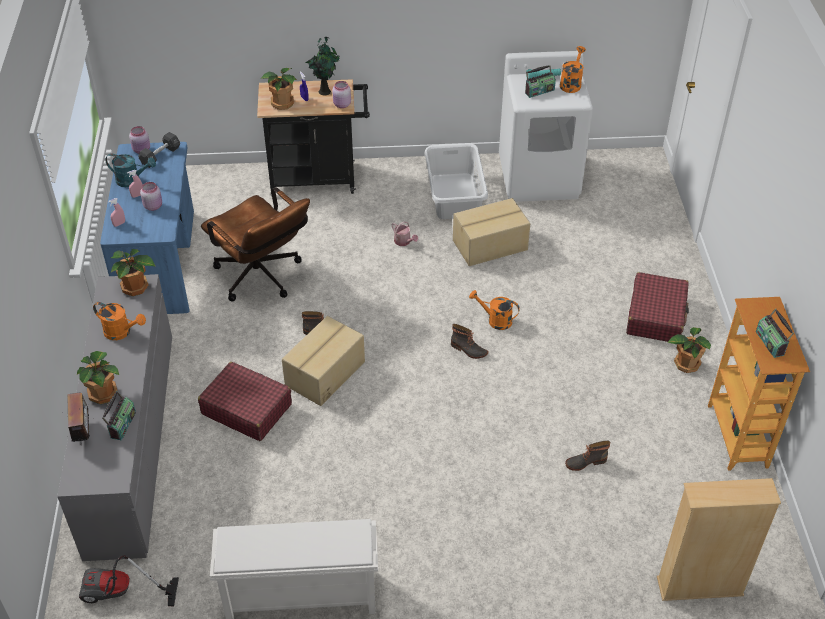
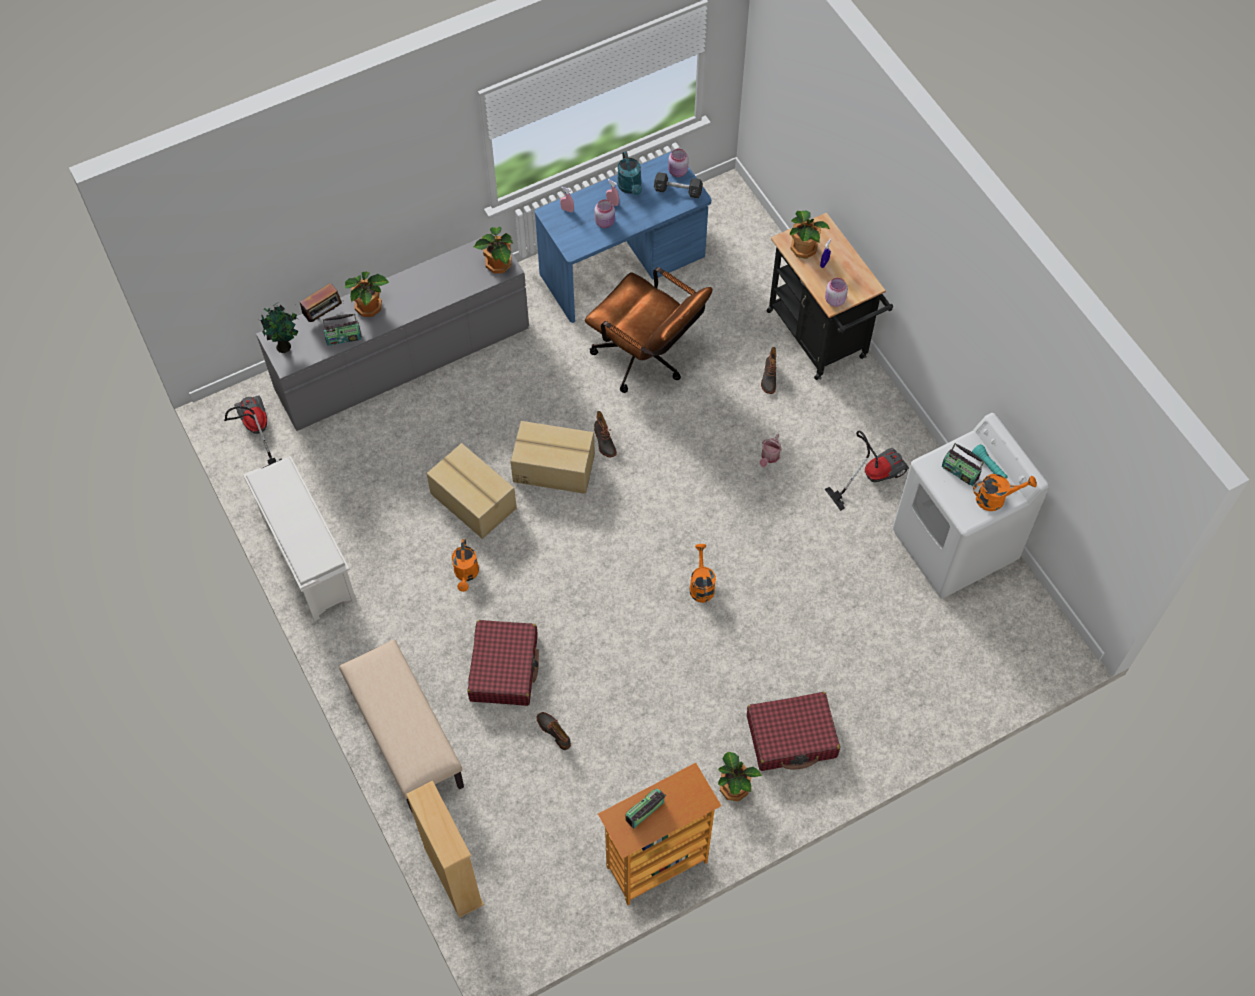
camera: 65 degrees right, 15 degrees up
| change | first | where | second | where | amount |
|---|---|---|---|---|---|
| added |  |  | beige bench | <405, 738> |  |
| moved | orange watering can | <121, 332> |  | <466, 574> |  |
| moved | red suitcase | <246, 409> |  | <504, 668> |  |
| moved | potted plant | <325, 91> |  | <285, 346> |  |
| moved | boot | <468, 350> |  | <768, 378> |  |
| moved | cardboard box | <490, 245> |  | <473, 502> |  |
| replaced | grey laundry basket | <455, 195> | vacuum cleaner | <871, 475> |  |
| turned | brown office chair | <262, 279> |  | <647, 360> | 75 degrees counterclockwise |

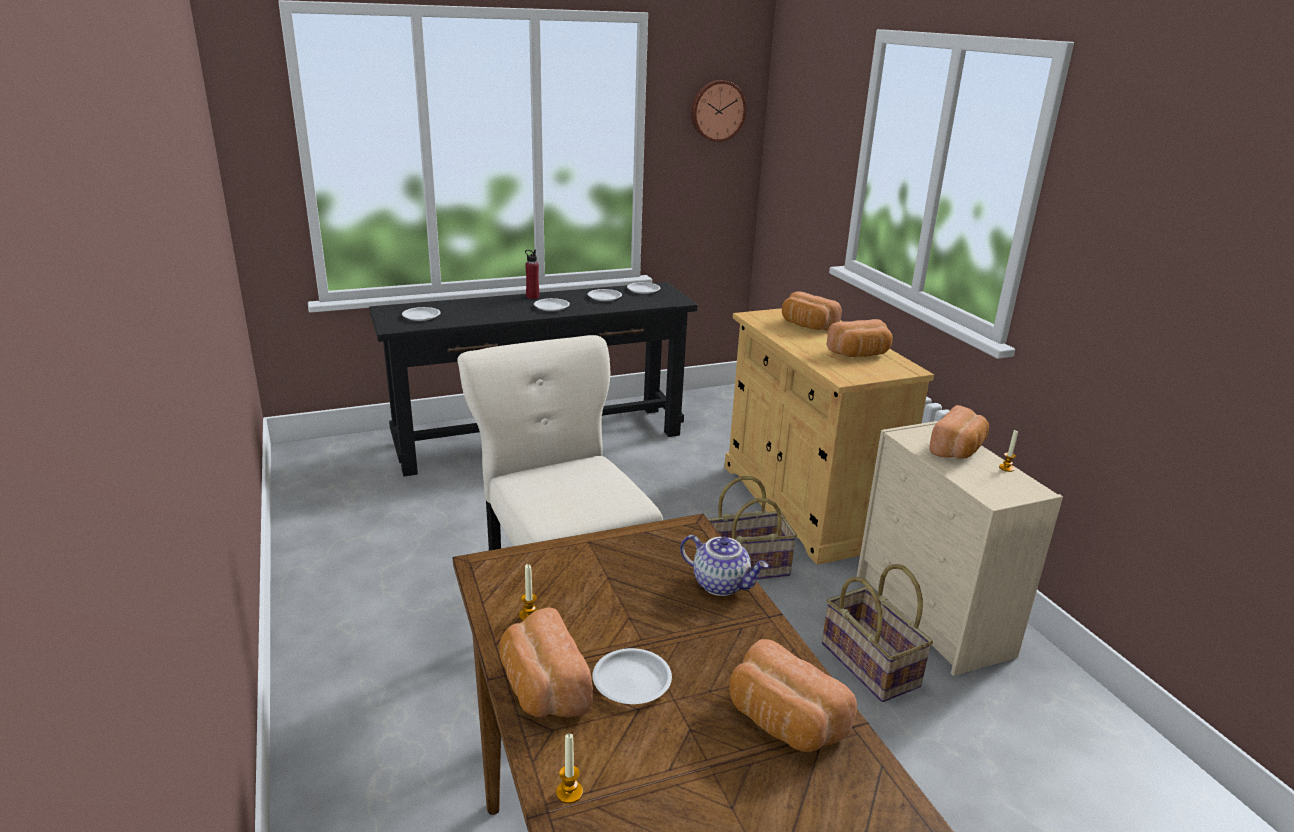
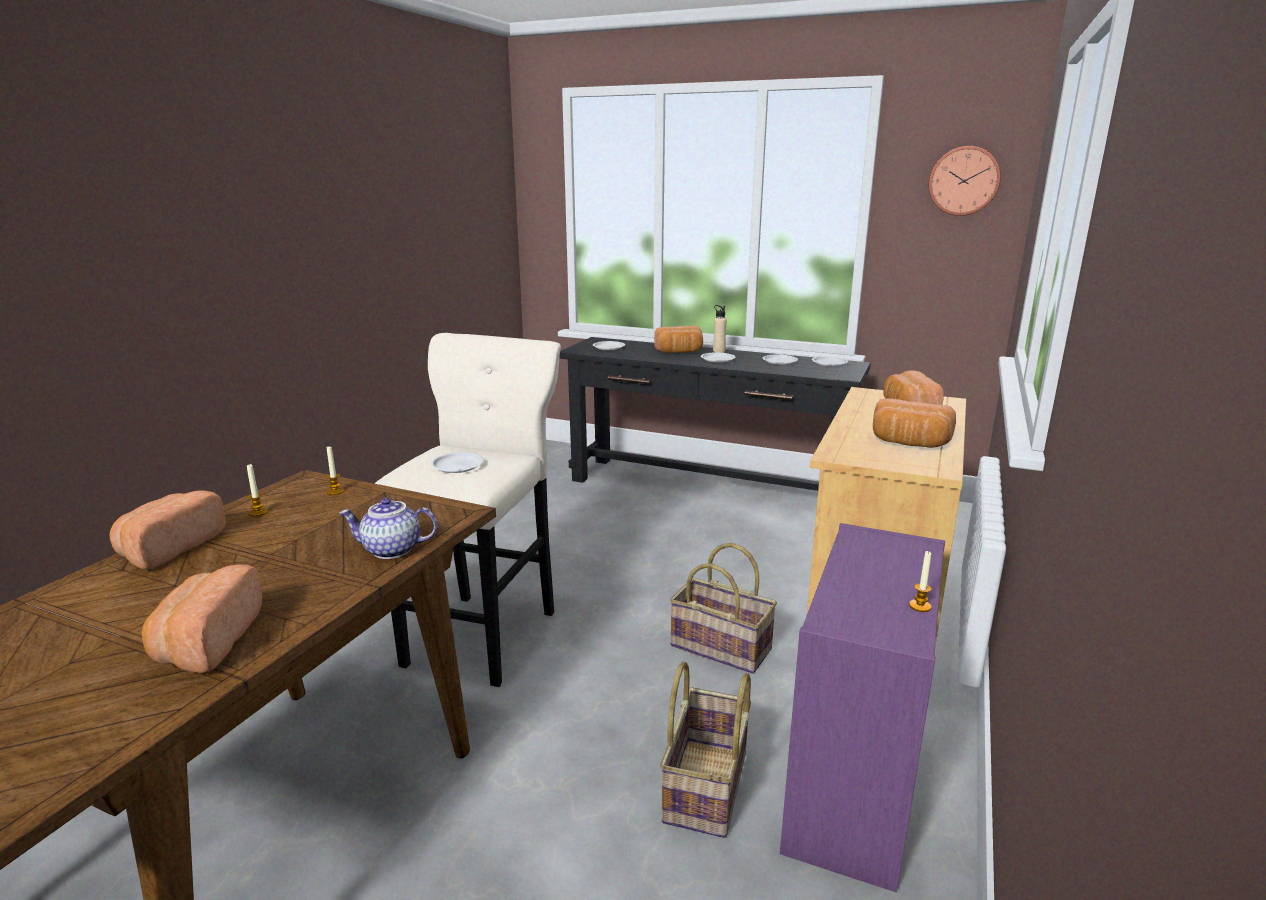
camera: 45 degrees right, 5 degrees down
| change | first | where | second | where | amount |
|---|---|---|---|---|---|
| moved | candle | <569, 792> |  | <335, 491> |  |
| moved | white plate | <631, 681> |  | <457, 466> |  |
| moved | bread | <958, 450> |  | <679, 352> |  |
| recoloured | red bottle | <532, 297> | beige bottle | <719, 351> |  |
| recoloured | beige dresser | <933, 617> | purple dresser | <853, 791> |  |
| turned | teapot | <721, 584> |  | <391, 550> | 105 degrees clockwise |

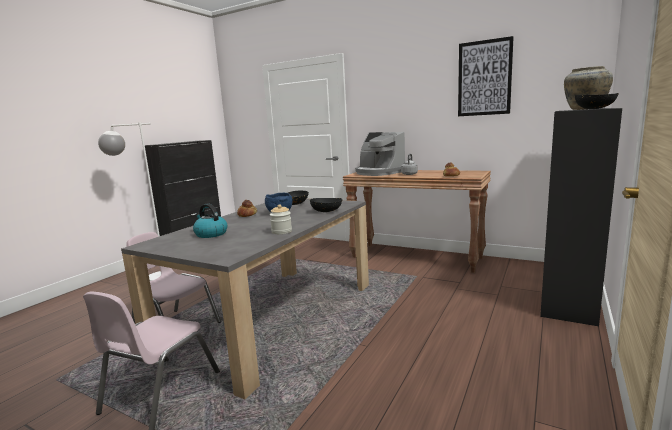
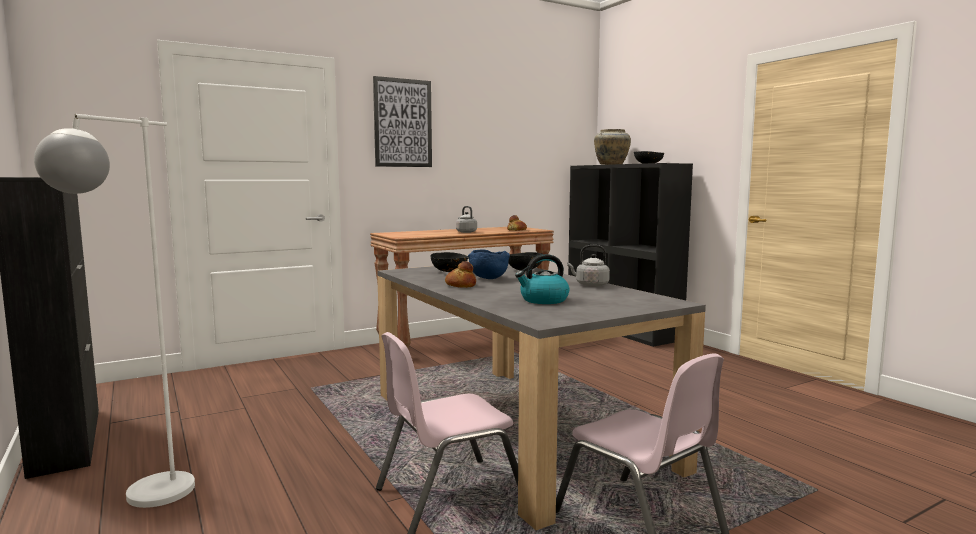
camera: 60 degrees left, 5 degrees down
| change | first | where | second | where | amount |
|---|---|---|---|---|---|
| removed | coffee machine | <378, 172> |  |  |  |
| moved | picture | <484, 78> |  | <403, 123> |  |
| replaced | jar | <281, 231> | grey kettle | <590, 285> |  |

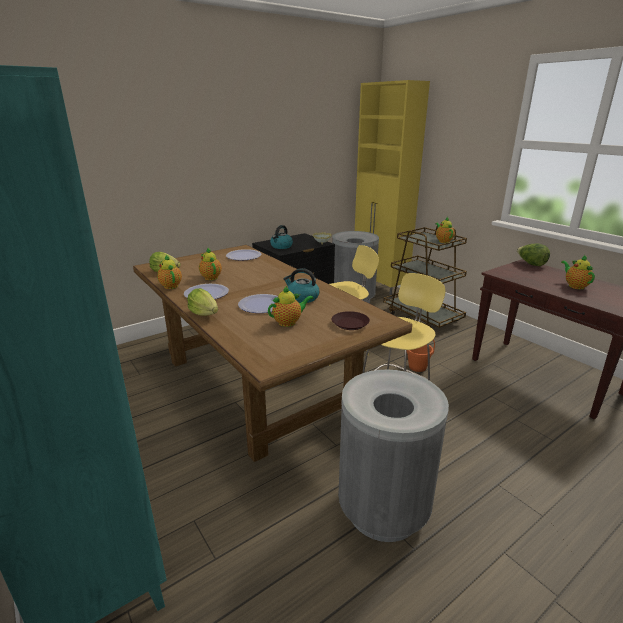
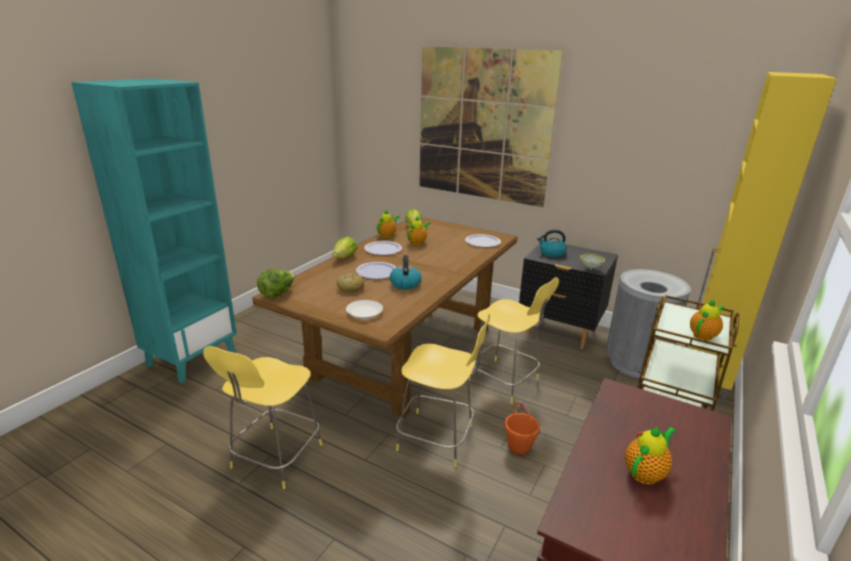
camera: 65 degrees right, 0 degrees up
| change | first | where | second | where | amount |
|---|---|---|---|---|---|
| added |  |  | picture | <483, 126> |  |
| moved | lettuce | <530, 264> |  | <277, 293> |  |
| replaced | teapot | <289, 322> | bread | <350, 288> |  |
| replaced | grey trash can | <383, 510> | yellow stool | <275, 458> |  |
| recoloured | brown plate | <350, 324> | white plate | <364, 312> |  |

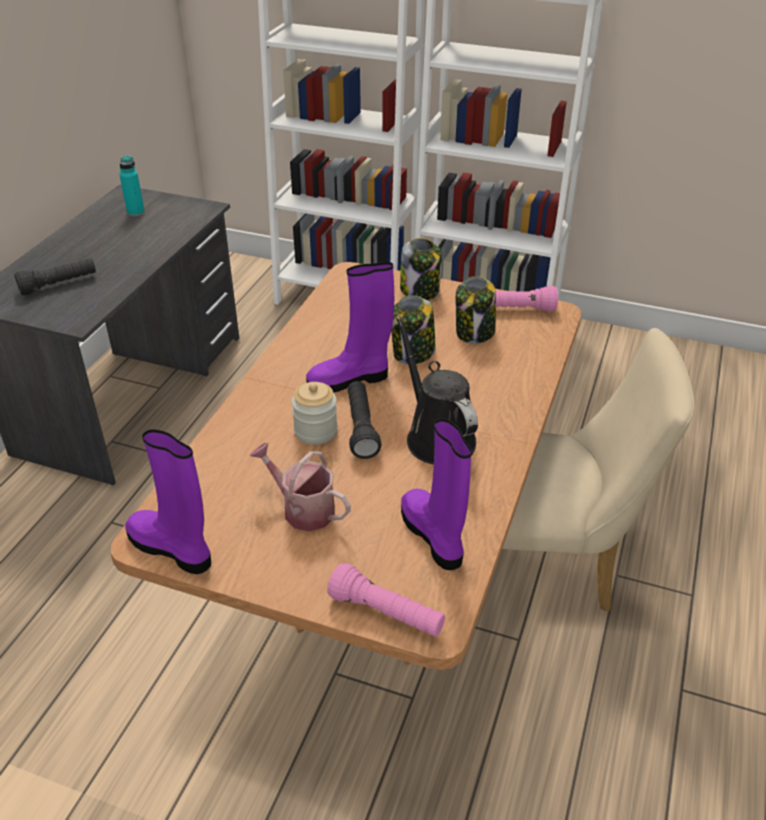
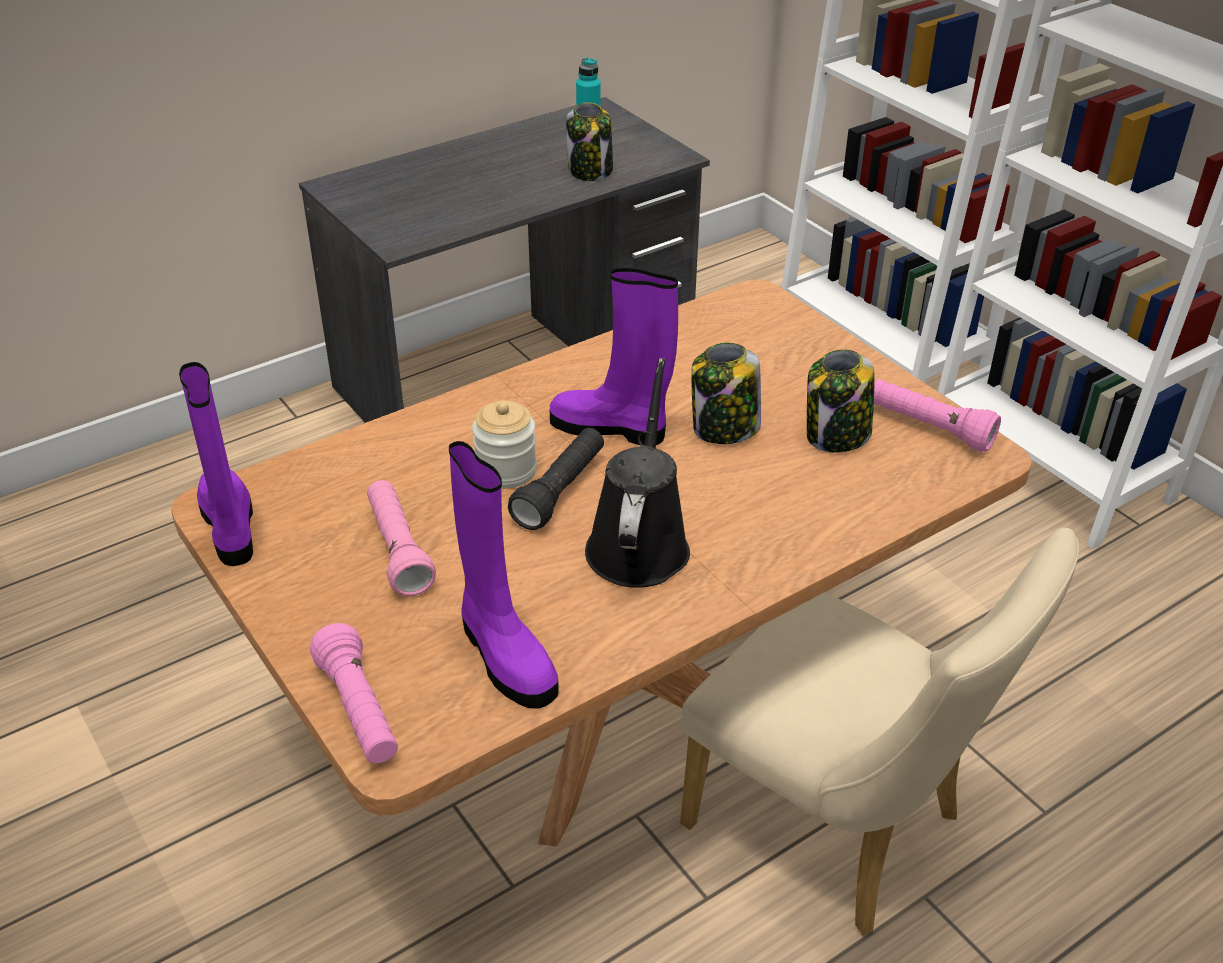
camera: 35 degrees right, 0 degrees up
| change | first | where | second | where | amount |
|---|---|---|---|---|---|
| removed | black flashlight | <59, 285> |  |  |  |
| moved | jar | <420, 290> |  | <590, 171> |  |
| replaced | watering can | <303, 508> | pink flashlight | <398, 550> |  |
| turned | purple boot | <434, 536> |  | <504, 656> | 135 degrees clockwise |

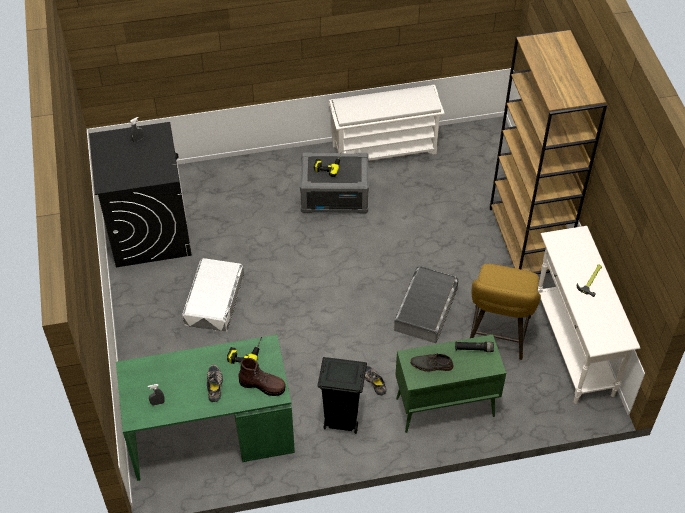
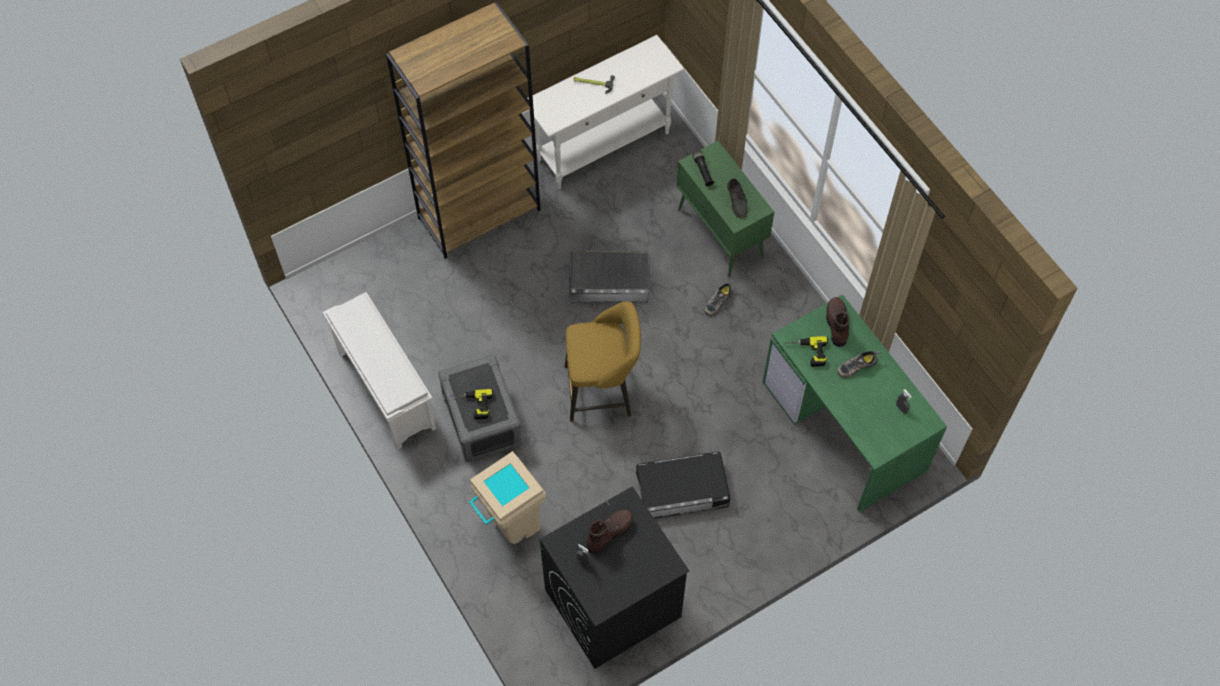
camera: 110 degrees left, 10 degrees up
| change | first | where | second | where | amount |
|---|---|---|---|---|---|
| removed | black trash can | <341, 420> |  |  |  |
| added |  |  | beige trash can | <510, 526> |  |
| added |  |  | brown boot | <609, 533> |  |
| moved | yellow stool | <497, 336> |  | <602, 390> |  |
| recoloured | white storage box | <214, 299> | black storage box | <682, 489> |  |

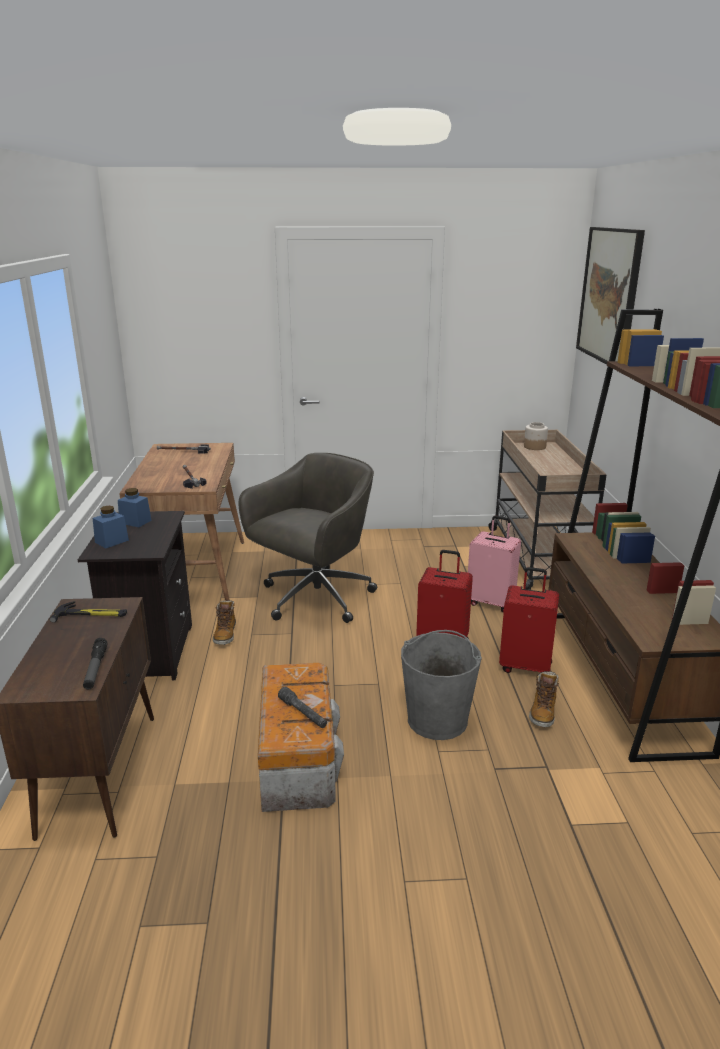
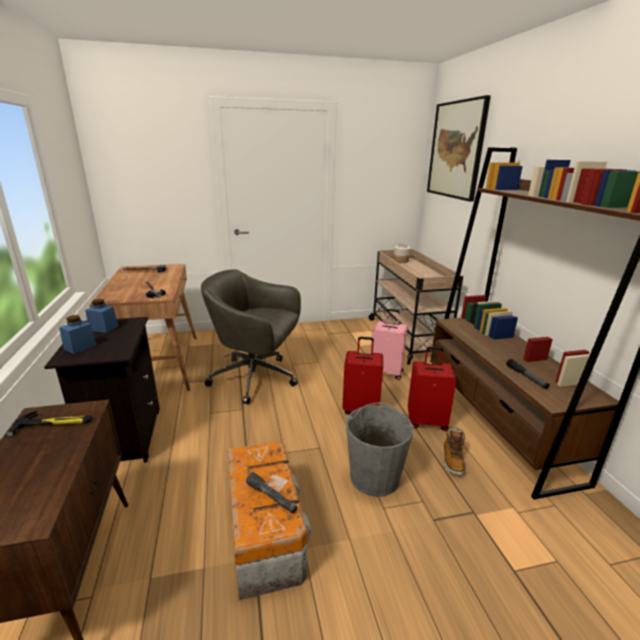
camera: 10 degrees left, 0 degrees up
| change | first | where | second | where | amount |
|---|---|---|---|---|---|
| removed | boot | <225, 634> |  |  |  |
| moved | flashlight | <95, 668> |  | <526, 377> |  |
| turned | grey office chair | <314, 598> |  | <256, 378> | 105 degrees counterclockwise |

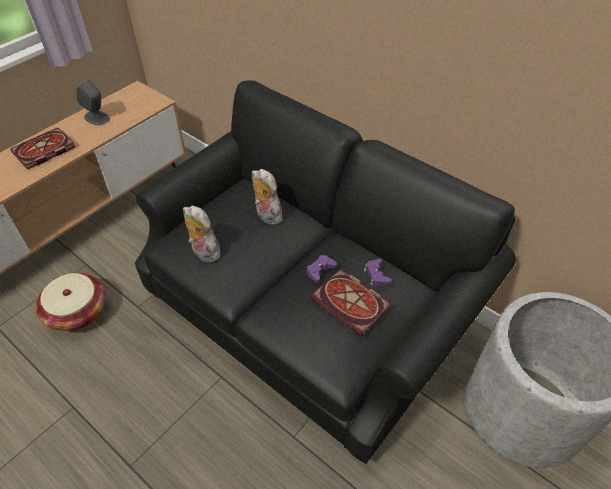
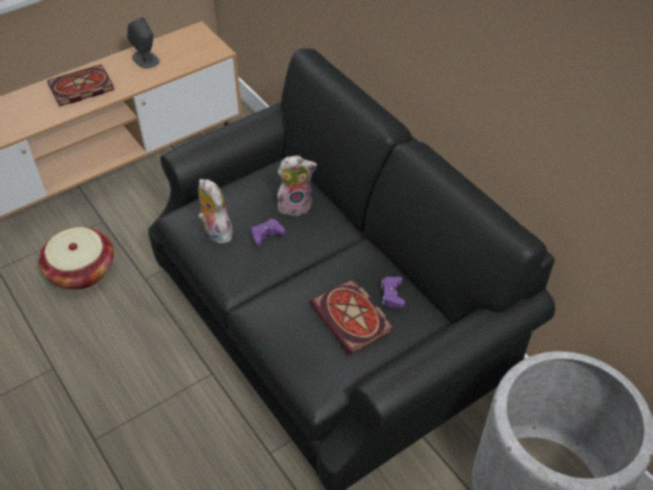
camera: 15 degrees right, 0 degrees up
| change | first | where | second | where | amount |
|---|---|---|---|---|---|
| moved | purple game controller | <320, 270> |  | <266, 234> |  |
| turned | plush toy | <266, 216> |  | <295, 205> | 105 degrees clockwise |

